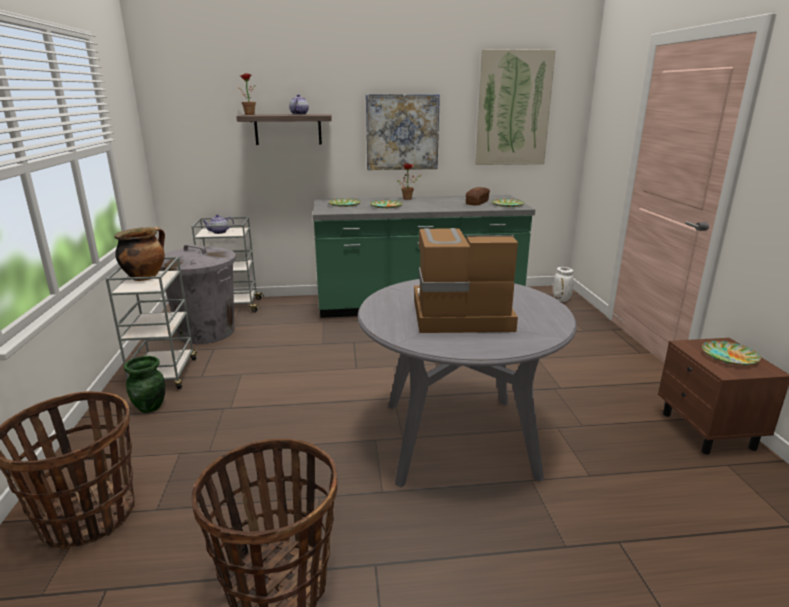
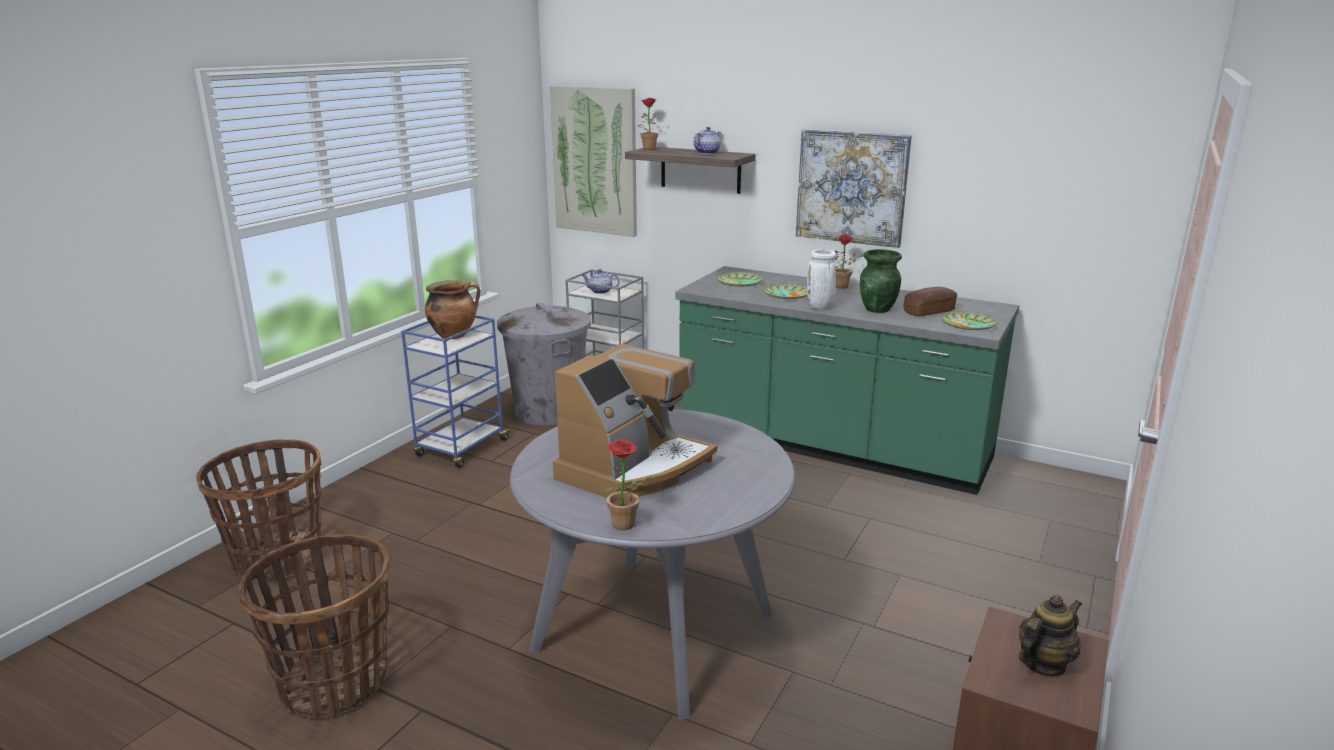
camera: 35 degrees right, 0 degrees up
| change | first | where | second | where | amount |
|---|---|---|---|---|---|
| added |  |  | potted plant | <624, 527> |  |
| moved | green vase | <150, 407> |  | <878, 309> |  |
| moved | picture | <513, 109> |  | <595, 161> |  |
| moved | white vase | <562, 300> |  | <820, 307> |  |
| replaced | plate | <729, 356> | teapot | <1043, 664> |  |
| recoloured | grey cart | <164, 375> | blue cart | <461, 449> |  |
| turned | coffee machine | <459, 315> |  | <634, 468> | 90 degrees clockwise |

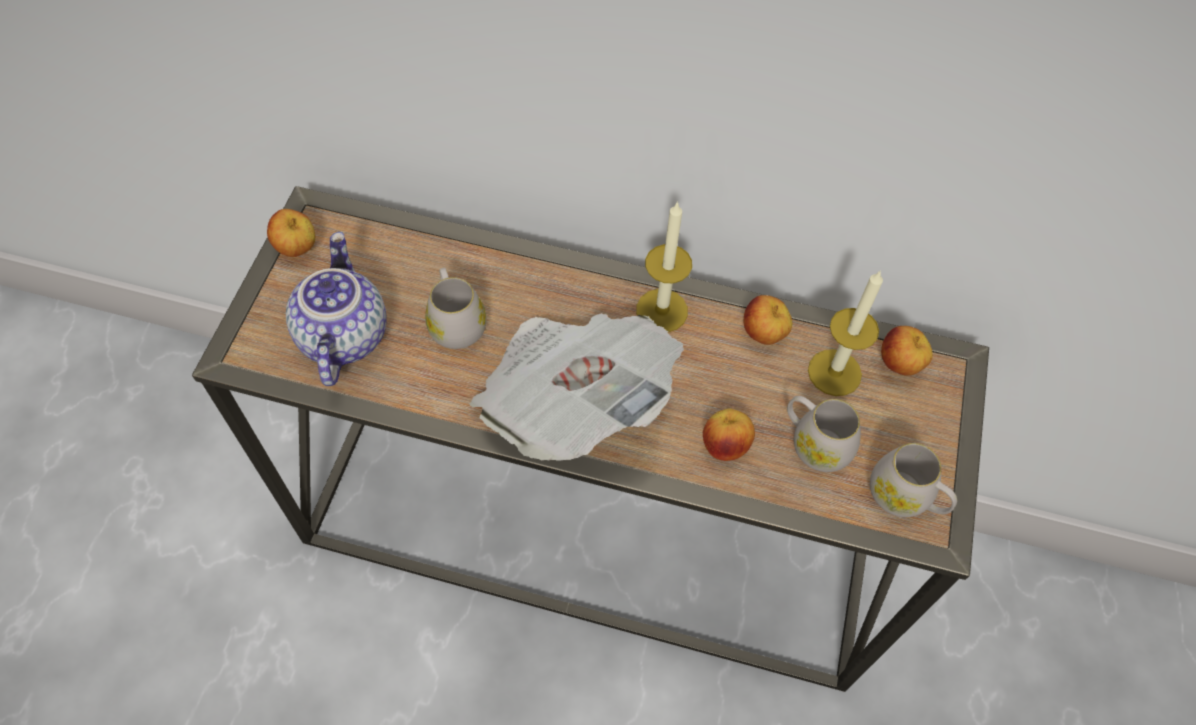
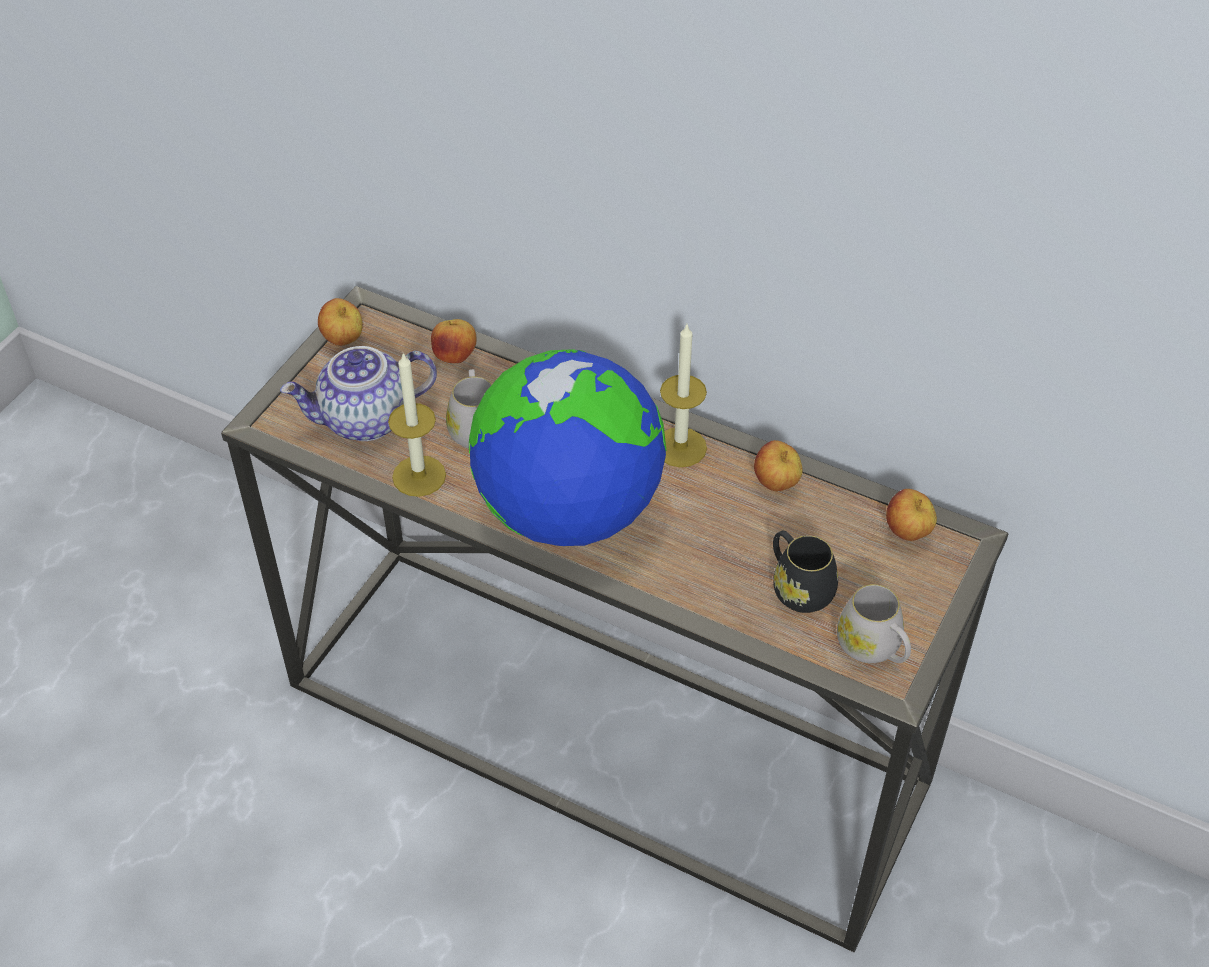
camera: 15 degrees right, 10 degrees down
| change | first | where | second | where | amount |
|---|---|---|---|---|---|
| moved | apple | <724, 446> |  | <455, 357> |  |
| moved | candle | <834, 372> |  | <419, 476> |  |
| replaced | newspaper | <572, 401> | globe | <568, 511> |  |
| recoloured | white mug | <814, 443> | black mug | <798, 587> |  |
| turned | teapot | <341, 336> |  | <365, 421> | 120 degrees counterclockwise |

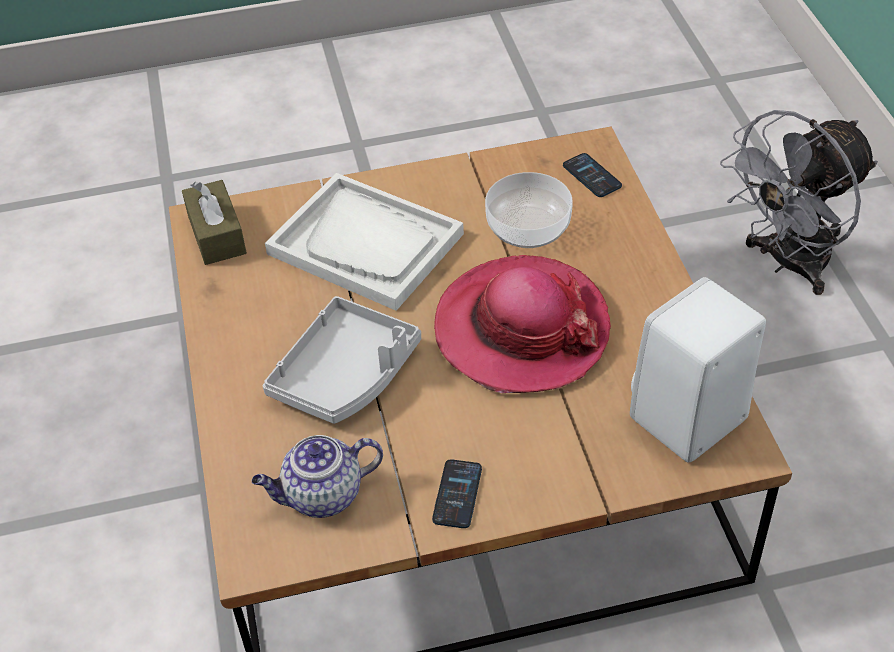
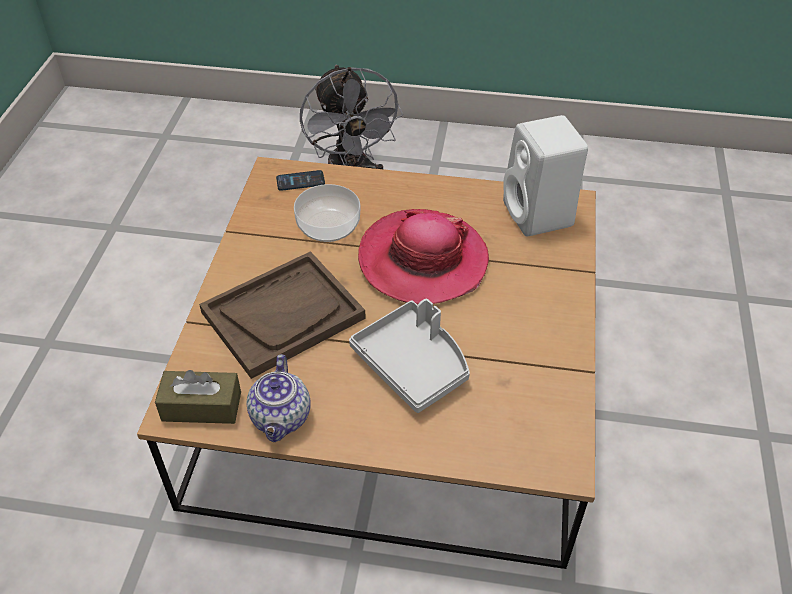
camera: 70 degrees left, 0 degrees up
| change | first | where | second | where | amount |
|---|---|---|---|---|---|
| removed | phone | <457, 494> |  |  |  |
| moved | teapot | <322, 496> |  | <281, 419> |  |
| recoloured | white tray | <366, 244> | brown tray | <283, 315> |  |

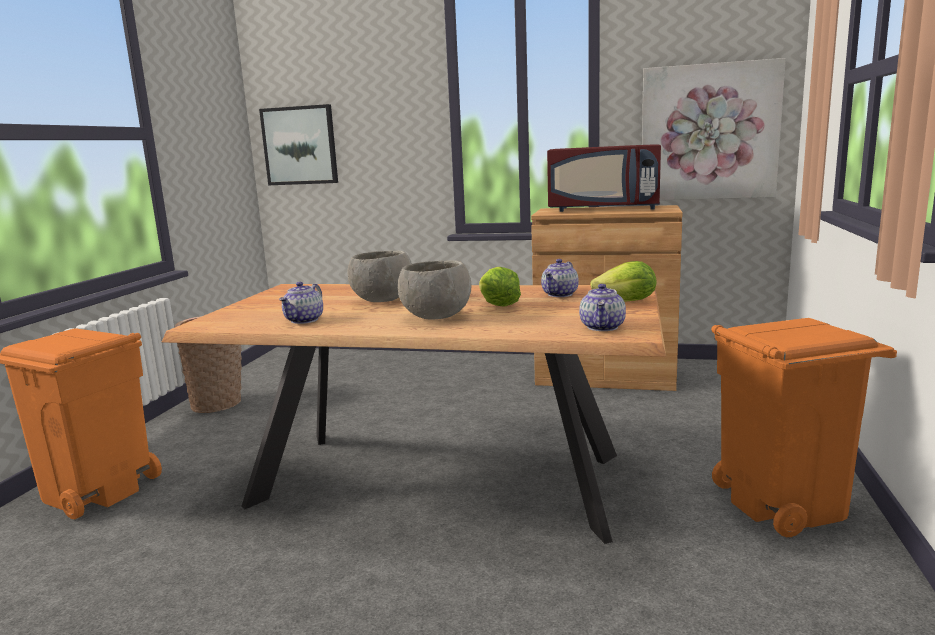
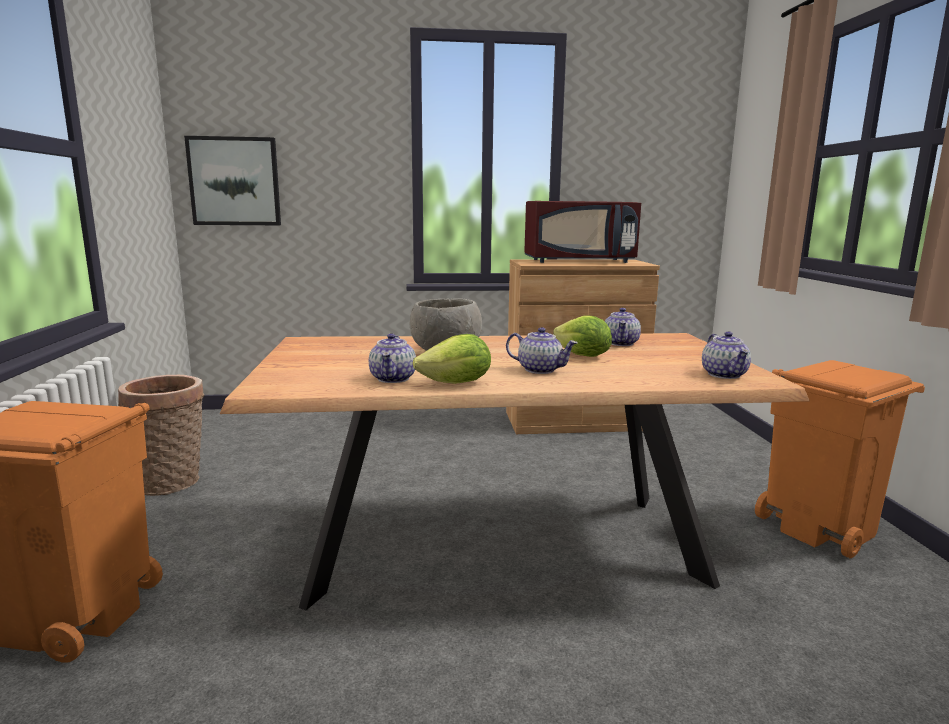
camera: 20 degrees left, 0 degrees up
| change | first | where | second | where | amount |
|---|---|---|---|---|---|
| removed | picture | <709, 132> |  |  |  |
| moved | lettuce | <627, 302> |  | <457, 383> |  |
| replaced | grey bowl | <436, 317> | teapot | <540, 370> |  |

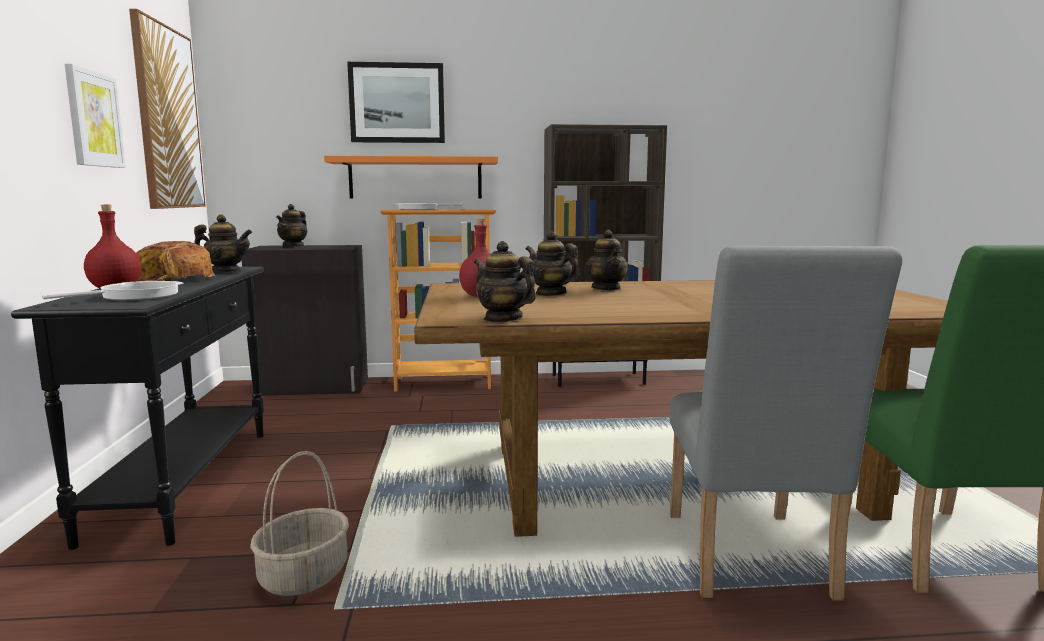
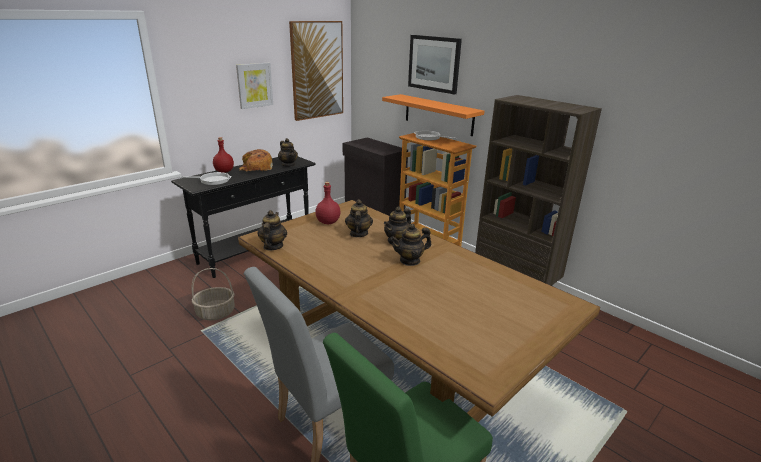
camera: 50 degrees right, 15 degrees up
| change | first | where | second | where | amount |
|---|---|---|---|---|---|
| moved | teapot | <294, 246> |  | <410, 260> |  |

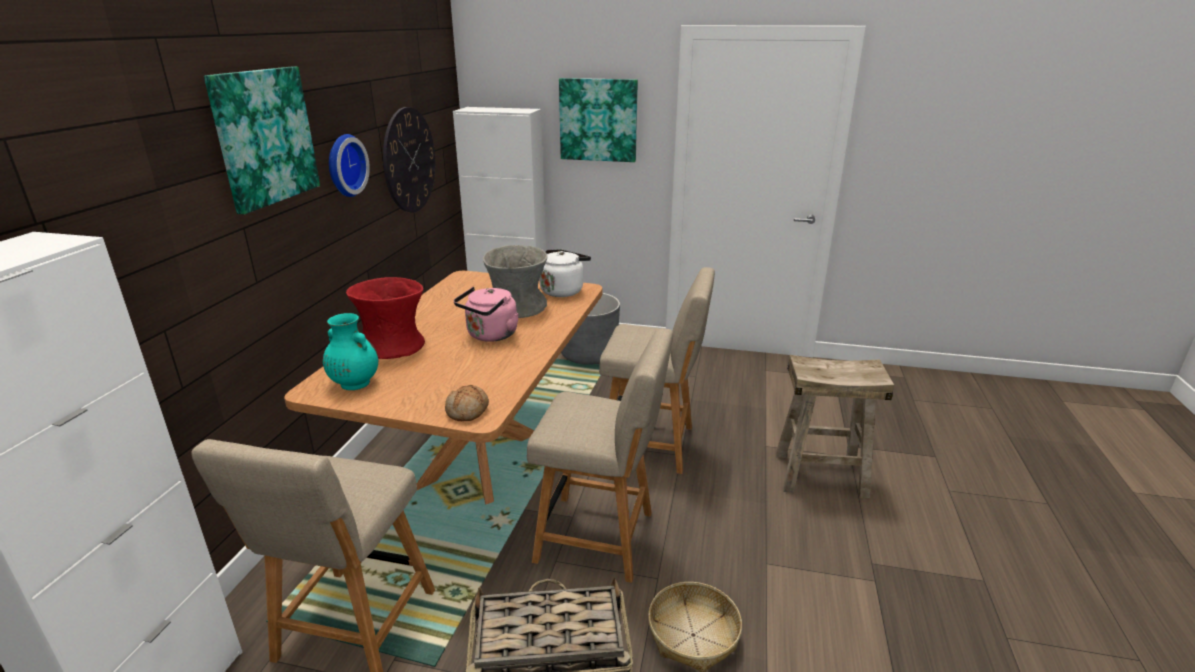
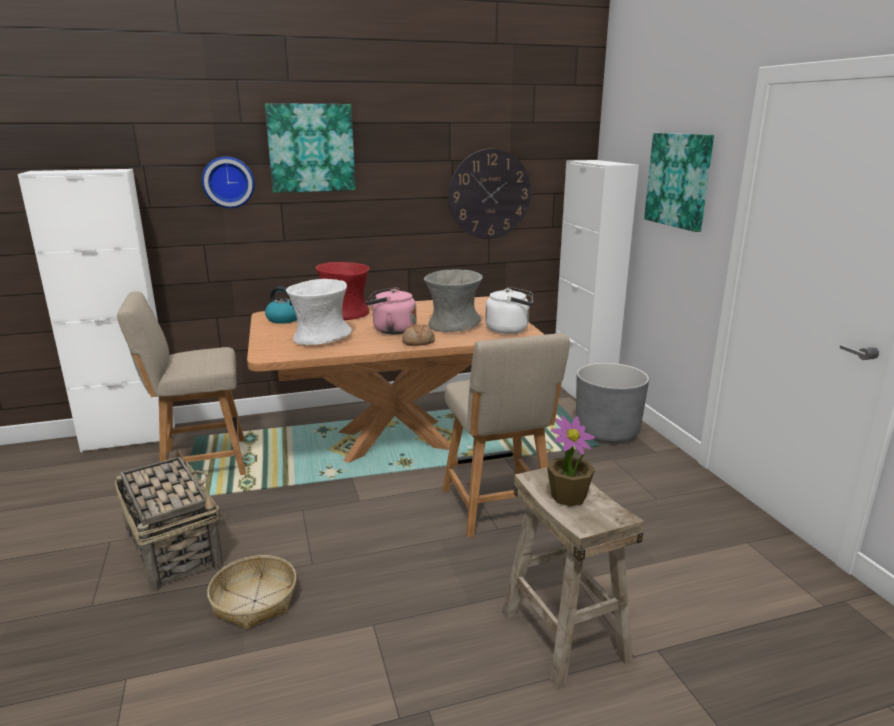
camera: 60 degrees right, 5 degrees down
| change | first | where | second | where | amount |
|---|---|---|---|---|---|
| removed | beige chair | <601, 538> |  |  |  |
| added |  |  | white vase | <320, 338> |  |
| added |  |  | potted plant | <568, 496> |  |
| moved | wall clock | <344, 165> |  | <228, 182> |  |
| moved | bread | <468, 411> |  | <418, 342> |  |
| replaced | turquoise vase | <354, 383> | kettle | <284, 319> |  |

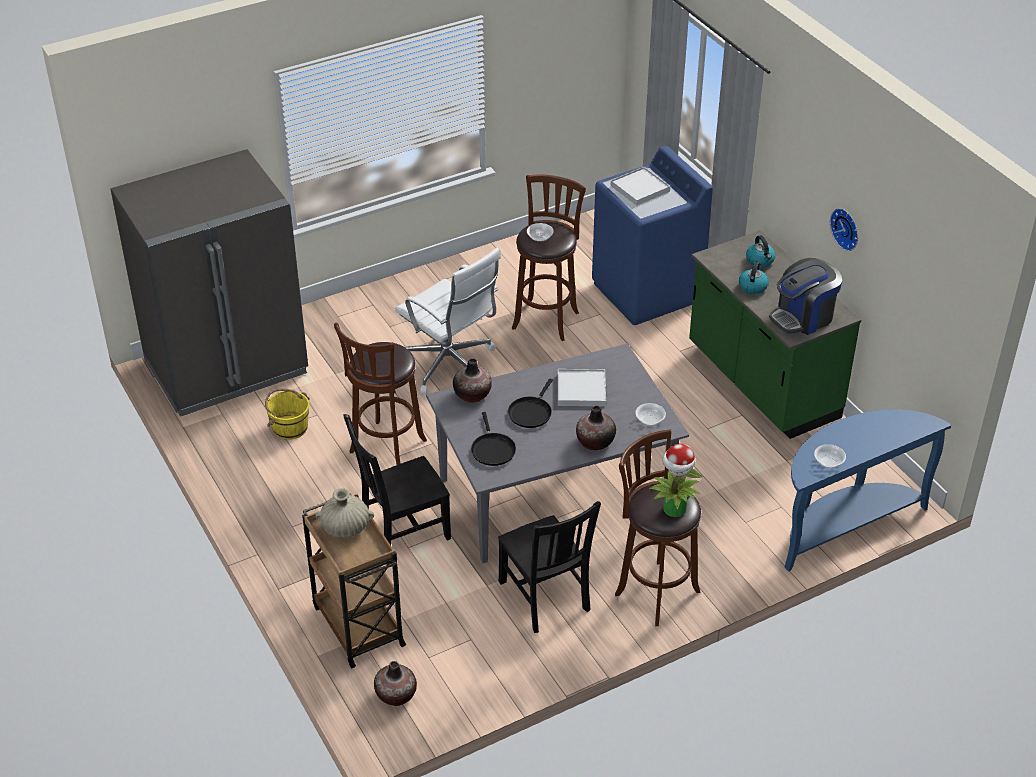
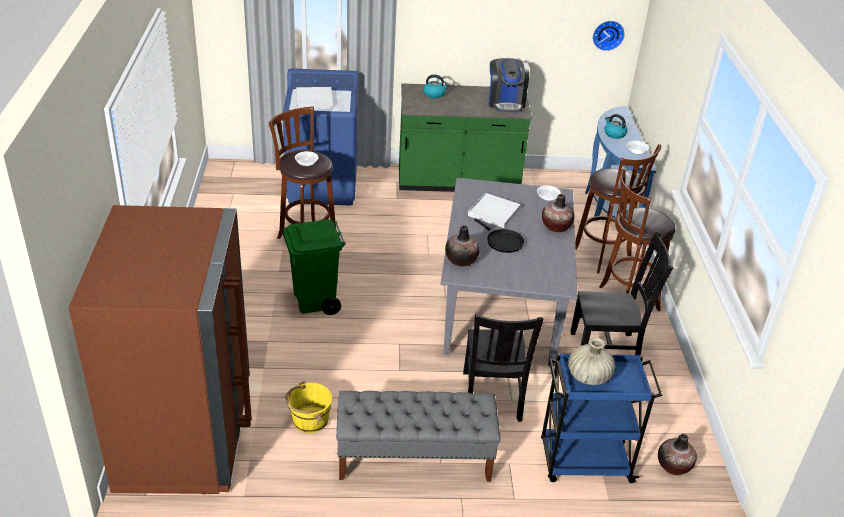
camera: 65 degrees left, 5 degrees down
| change | first | where | second | where | amount |
|---|---|---|---|---|---|
| removed | black frying pan | <492, 449> |  |  |  |
| removed | potted plant | <674, 509> |  |  |  |
| added |  |  | grey bench | <414, 459> |  |
| moved | brown stool | <386, 449> |  | <603, 257> |  |
| moved | kettle | <753, 286> |  | <614, 134> |  |
| moved | wall clock | <847, 228> |  | <608, 34> |  |
| replaced | white office chair | <450, 366> | green trash can | <315, 302> |  |
| recoloured | grey fridge | <227, 367> | brown fridge | <186, 434> |  |
| recoloured | brown cart | <357, 624> | blue cart | <584, 461> |  |

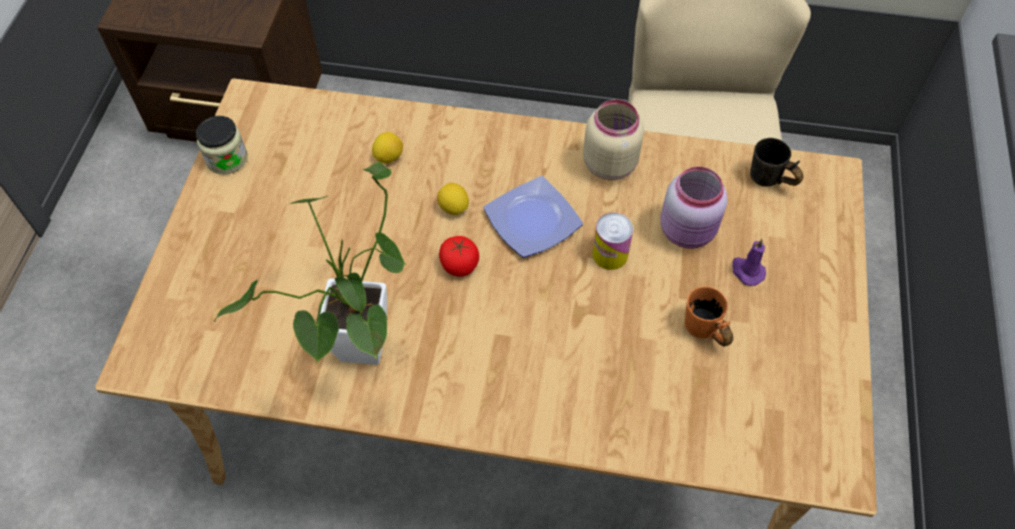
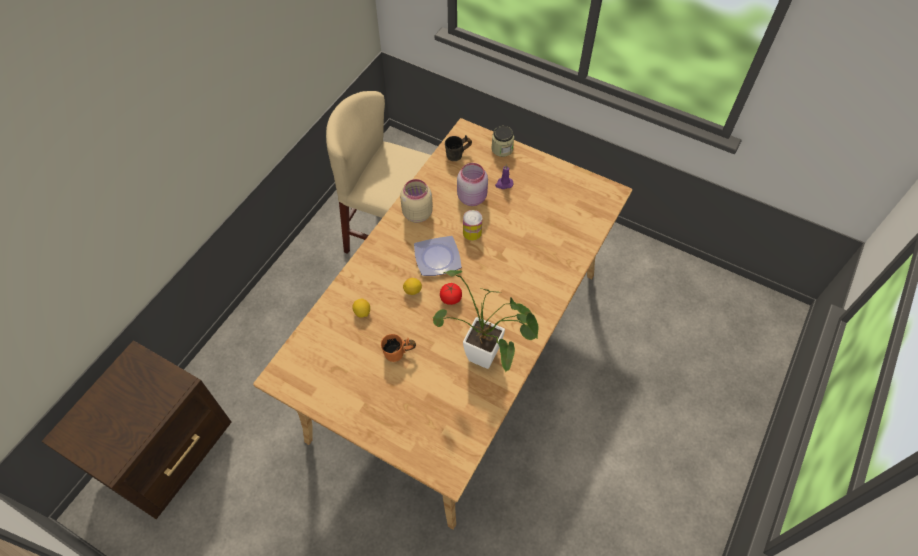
camera: 70 degrees left, 0 degrees up
| change | first | where | second | where | amount |
|---|---|---|---|---|---|
| moved | jar | <227, 159> |  | <502, 149> |  |
| moved | orange mug | <701, 333> |  | <399, 355> |  |

